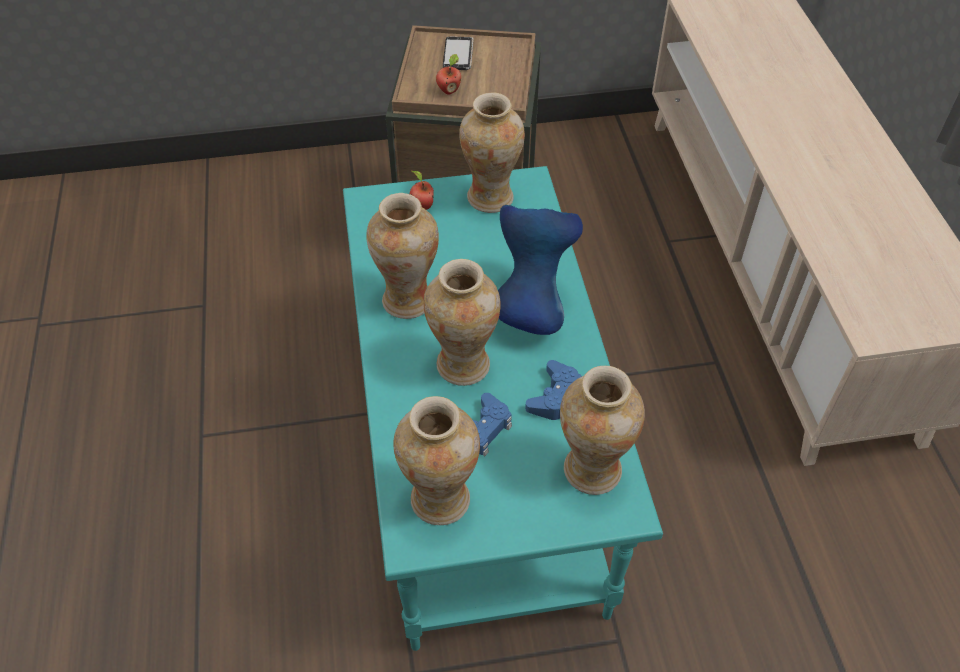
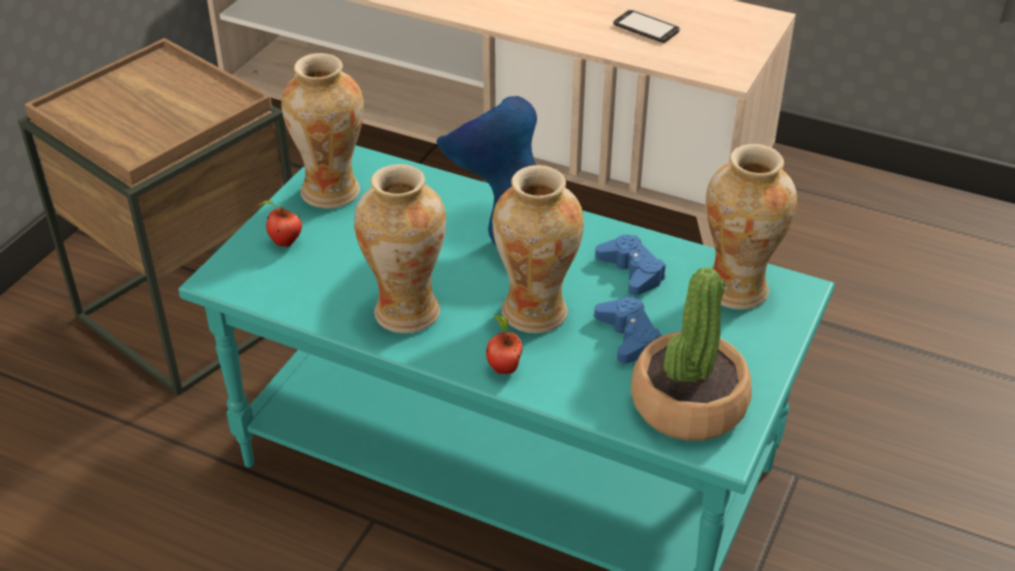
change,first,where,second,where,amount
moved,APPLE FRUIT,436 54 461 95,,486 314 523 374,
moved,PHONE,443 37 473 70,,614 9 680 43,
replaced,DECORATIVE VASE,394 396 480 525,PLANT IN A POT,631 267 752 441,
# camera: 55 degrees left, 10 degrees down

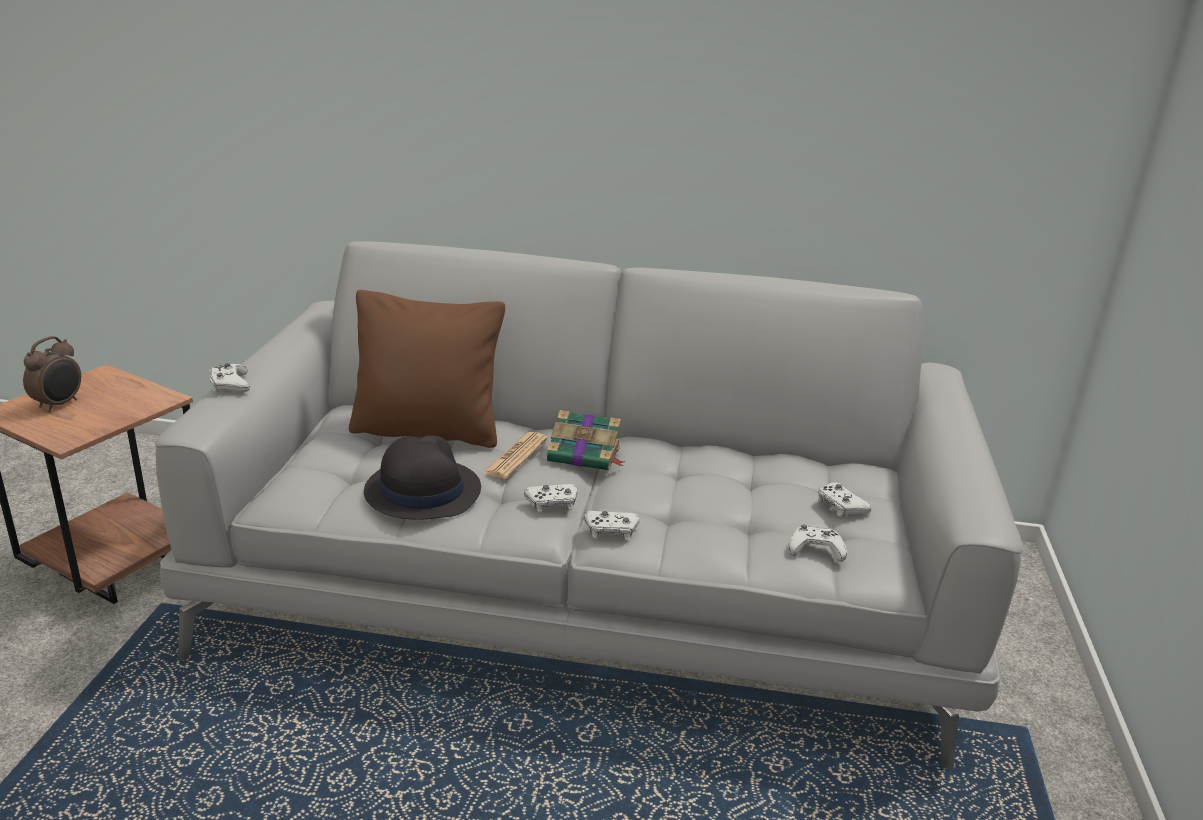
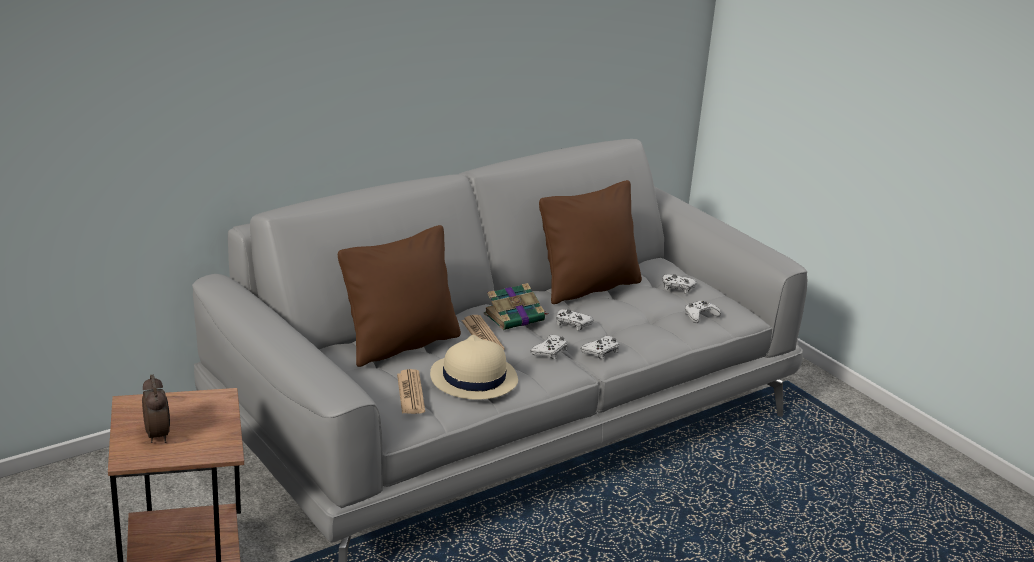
change,first,where,second,where,amount
added,,,PRINTED PAPER,397 369 425 414,
added,,,BROWN CUSHION,539 180 642 304,
moved,WHITE JOYPAD,209 363 250 392,,556 309 594 331,
recoloured,BLACK-COLOURED WEARABLE HAT,364 435 481 520,SAND-COLOURED WEARABLE HAT,430 335 518 400,
# camera: 45 degrees left, 0 degrees up

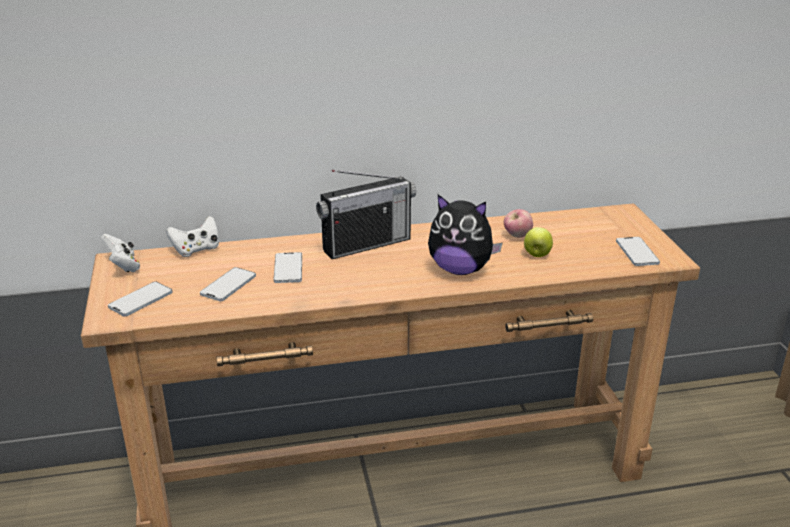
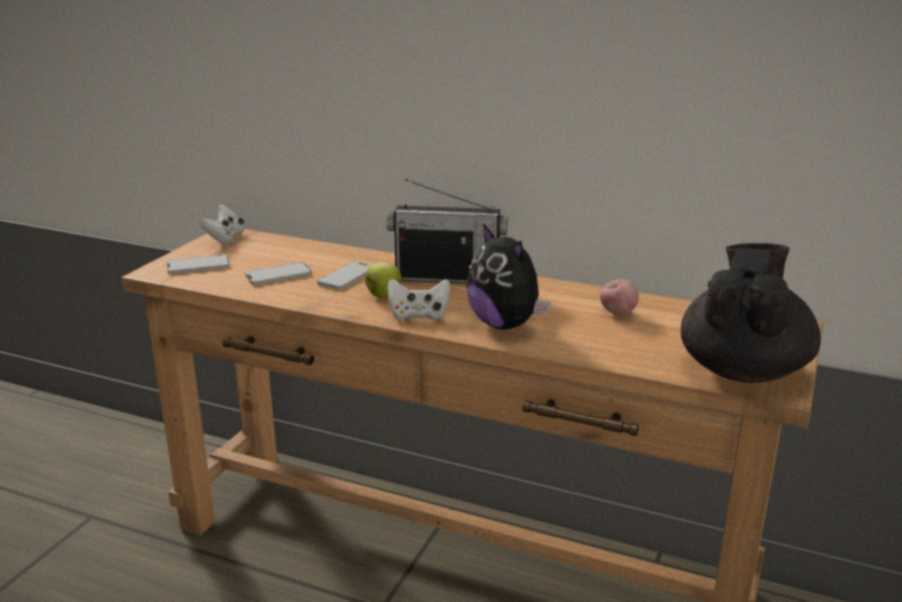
change,first,where,second,where,amount
moved,WHITE JOYPAD,166 216 219 257,,387 279 451 320,
moved,APPLE FRUIT,524 227 553 257,,365 262 402 298,
replaced,PHONE,616 237 660 266,BLACK-COLOURED TEA POT,681 243 821 383,
# camera: 35 degrees right, 5 degrees down

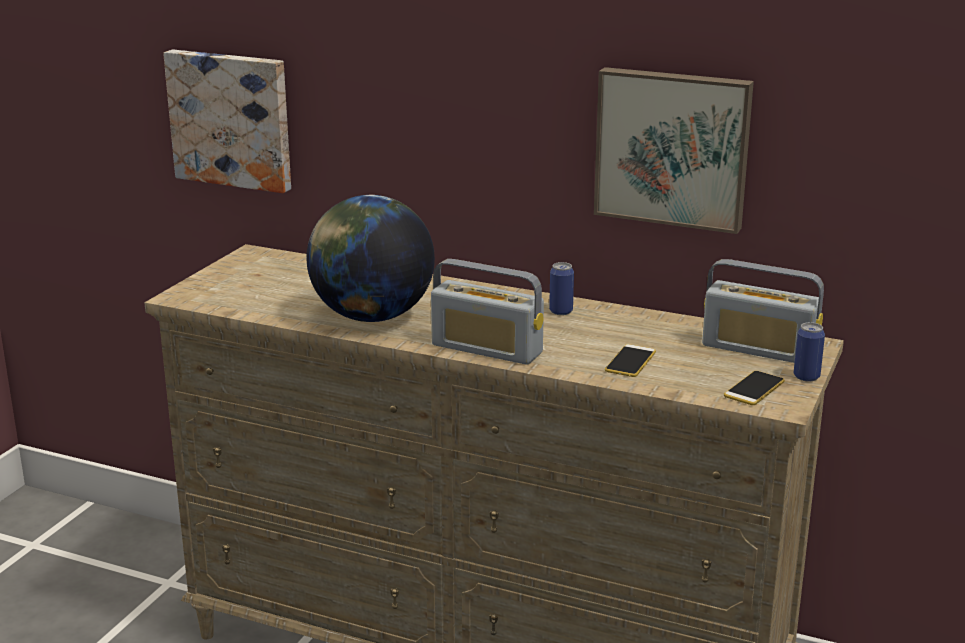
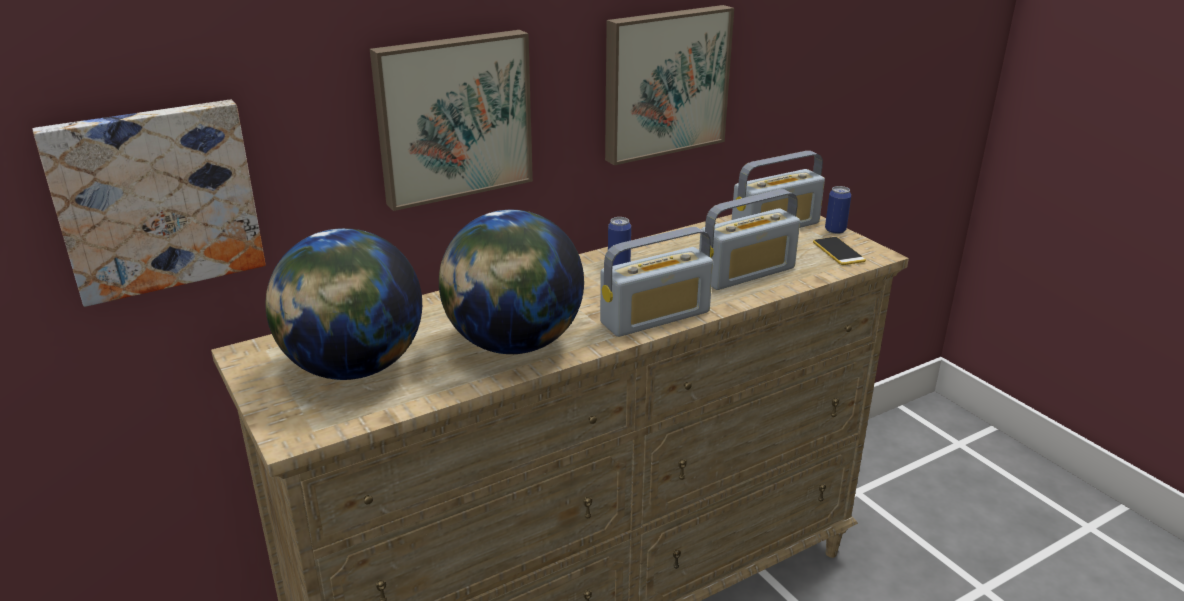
change,first,where,second,where,amount
added,,,DESK GLOBE,266 228 422 380,
added,,,WALL PICTURE,370 30 533 211,
replaced,PHONE,605 344 656 377,RADIO SET,699 189 800 290,
# camera: 55 degrees left, 5 degrees up

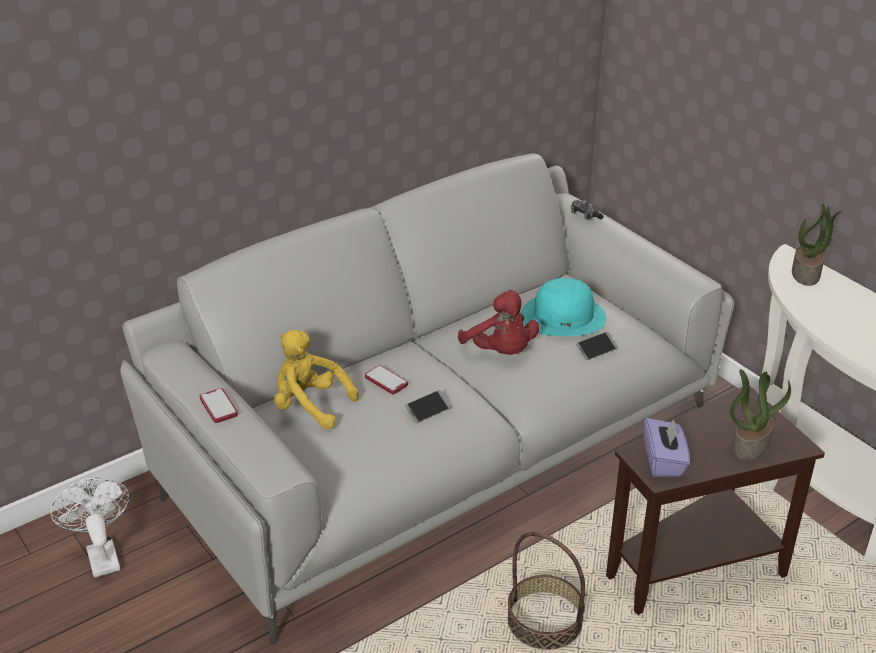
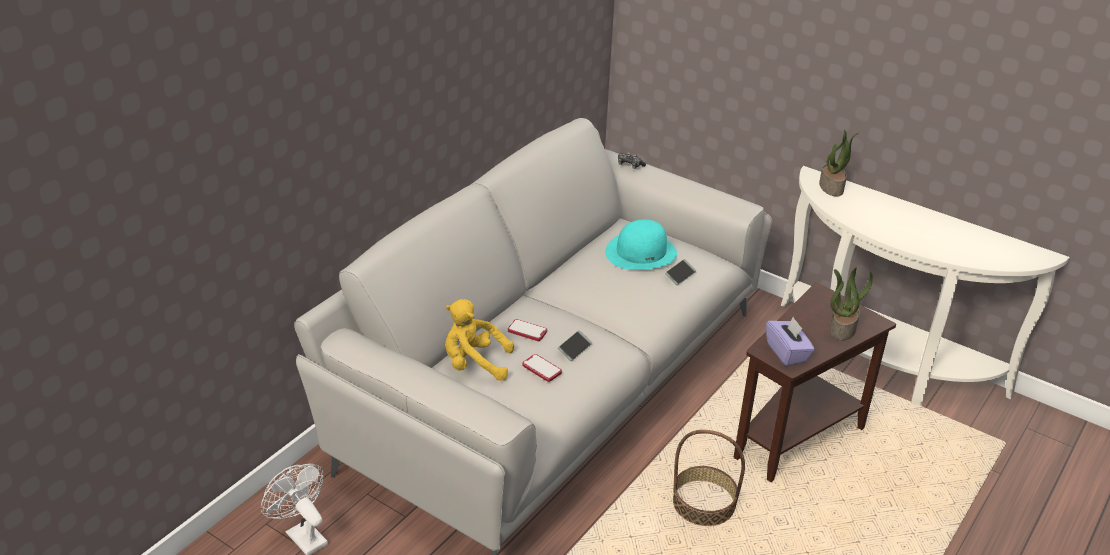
change,first,where,second,where,amount
removed,RED-COLOURED PLUSH TOY,458 290 539 355,,,
moved,PHONE,200 388 238 423,,522 354 562 382,
# camera: 20 degrees left, 0 degrees up

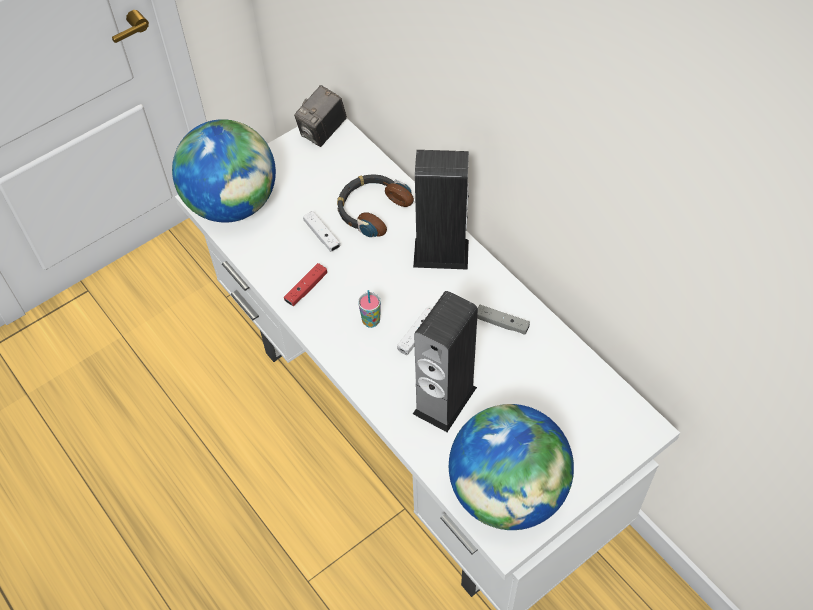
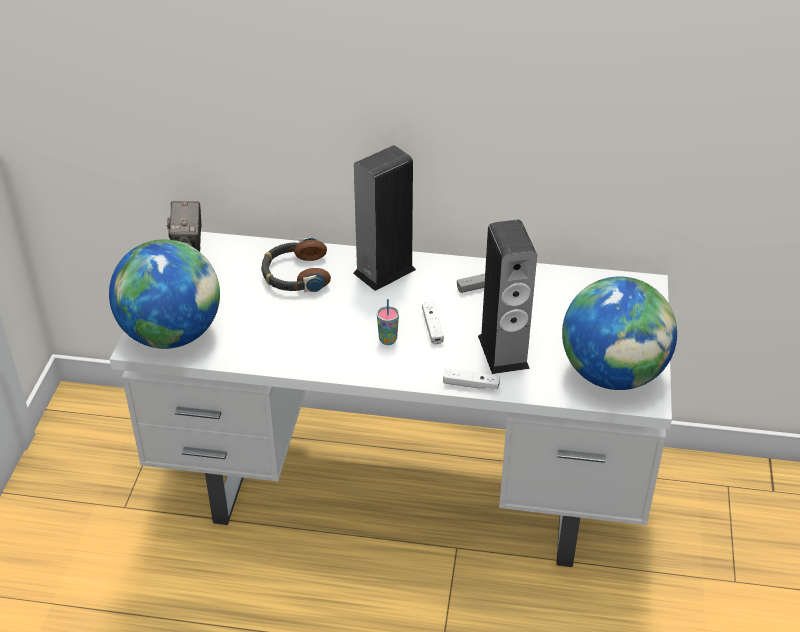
change,first,where,second,where,amount
removed,RED-COLOURED JOYPAD,284 263 327 306,,,
moved,WHITE JOYPAD,303 211 341 252,,443 369 500 390,
# camera: 45 degrees left, 15 degrees down

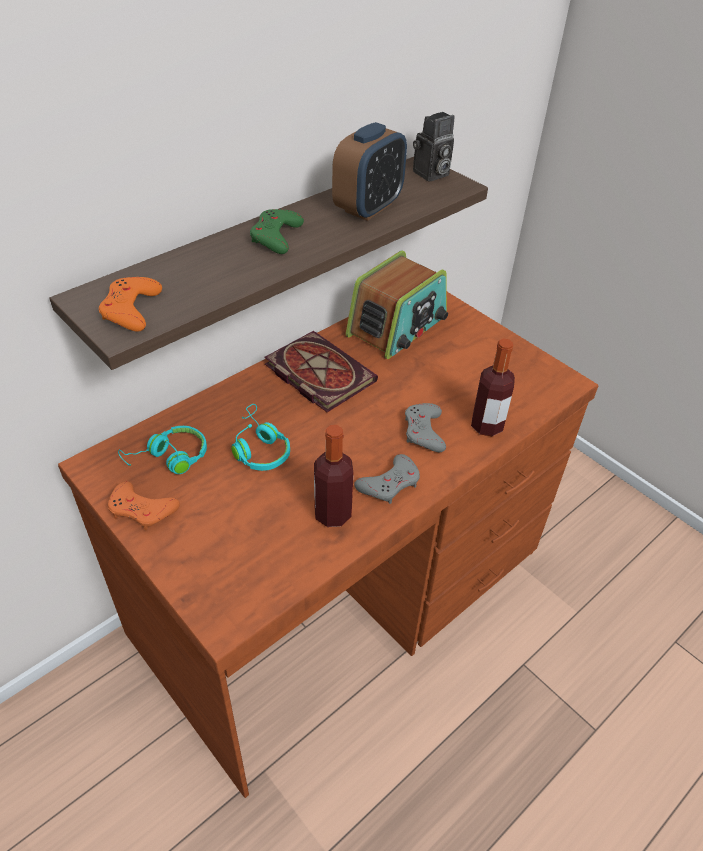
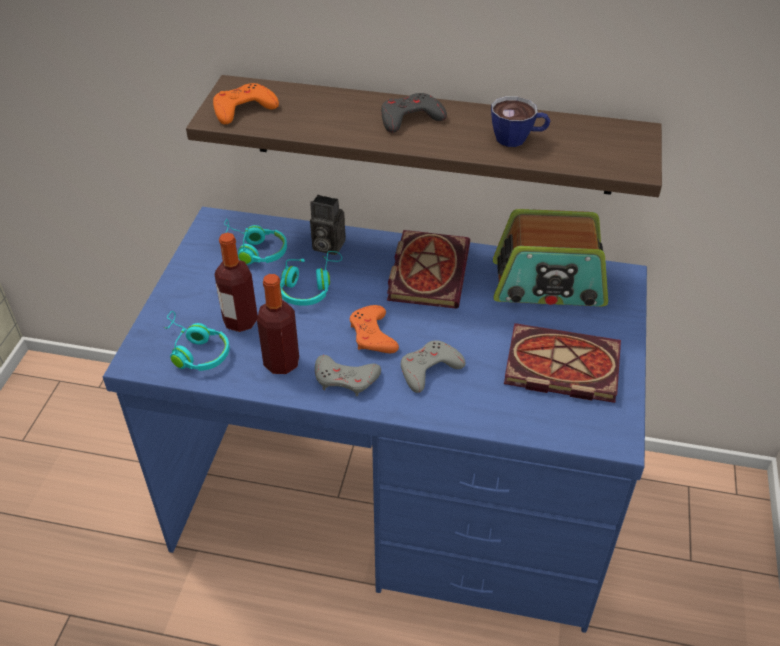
change,first,where,second,where,amount
added,,,TURQUOISE PAIR OF HEADPHONES,165 311 230 371,
added,,,BOUND BOOK,504 323 621 403,
moved,ORANGE JOYPAD,108 481 180 530,,350 305 399 353,
moved,STILL CAMERA,413 112 454 181,,310 195 346 255,
moved,BEVERAGE BOTTLE,471 338 515 436,,214 233 258 332,
replaced,BEDSIDE CLOCK,332 122 407 221,CUP,491 96 550 147,
recoloured,BROWN DESK,58 292 598 798,BLUISH DESK,103 207 647 633,
recoloured,GREENISH JOYPAD,250 209 304 254,GREYISH JOYPAD,381 93 447 133,
# camera: 55 degrees right, 0 degrees up

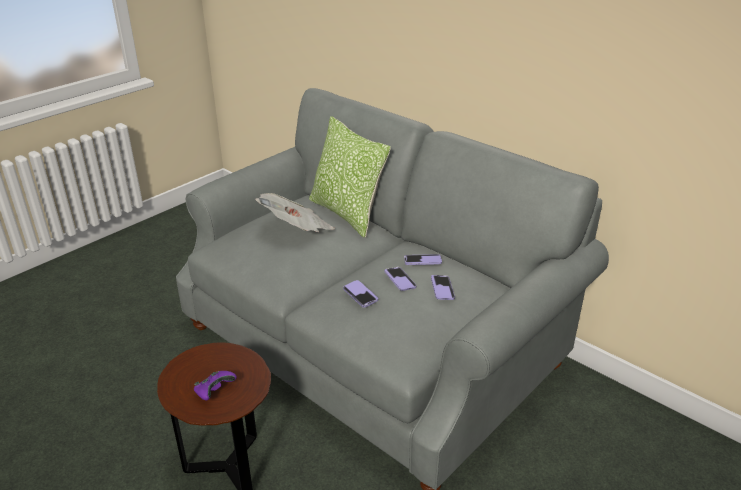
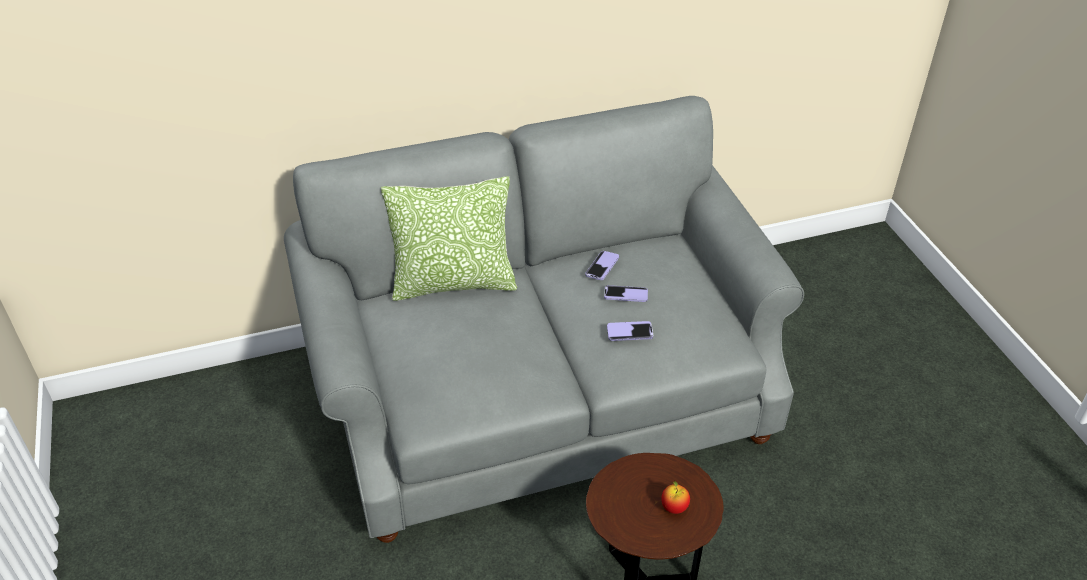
change,first,where,second,where,amount
removed,PRINTED PAPER,255 193 335 232,,,
removed,PHONE,431 275 455 300,,,
replaced,PURPLE-COLOURED JOYPAD,194 371 237 400,APPLE FRUIT,661 481 690 514,
# camera: 60 degrees left, 10 degrees up

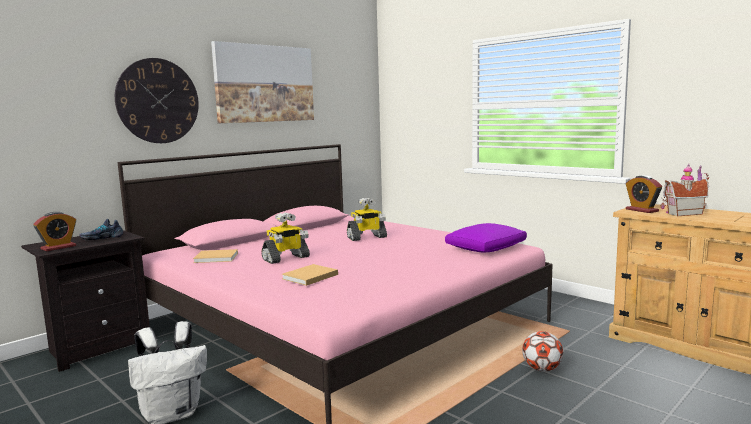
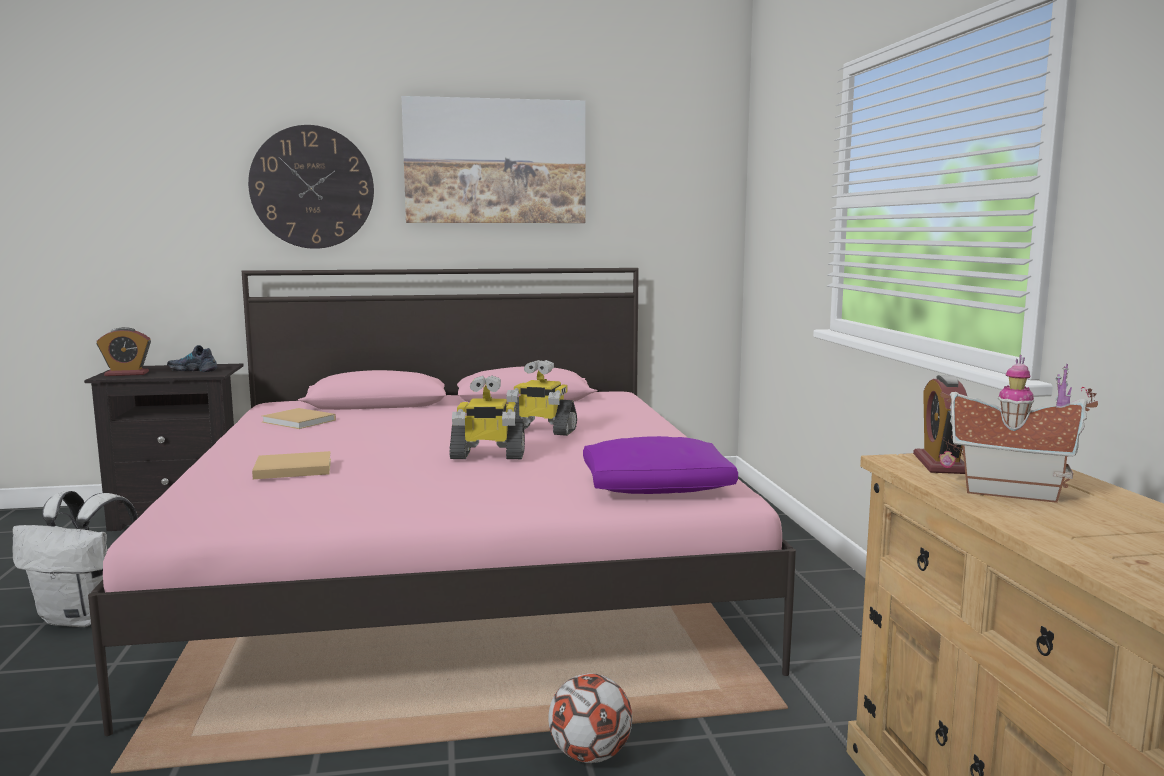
change,first,where,second,where,amount
moved,MODEL ROBOT,261 212 310 264,,449 375 525 459,
# camera: 35 degrees right, 0 degrees up

